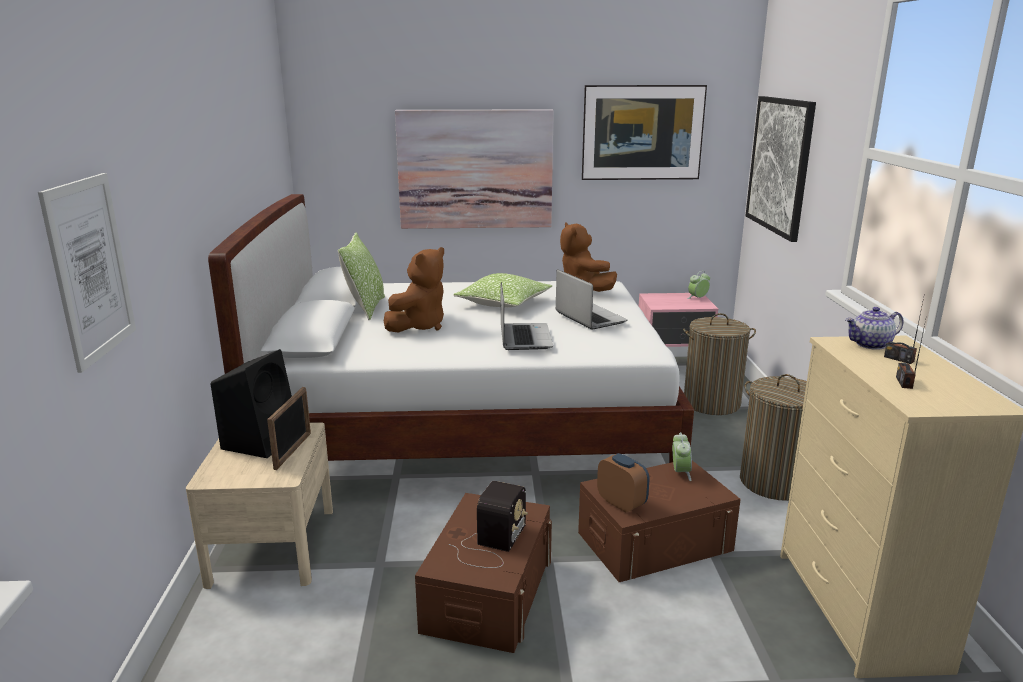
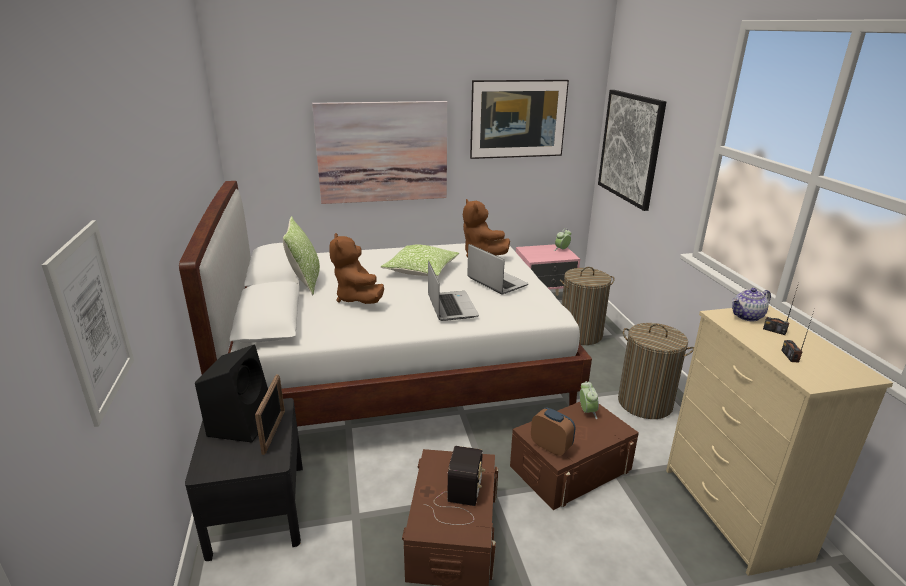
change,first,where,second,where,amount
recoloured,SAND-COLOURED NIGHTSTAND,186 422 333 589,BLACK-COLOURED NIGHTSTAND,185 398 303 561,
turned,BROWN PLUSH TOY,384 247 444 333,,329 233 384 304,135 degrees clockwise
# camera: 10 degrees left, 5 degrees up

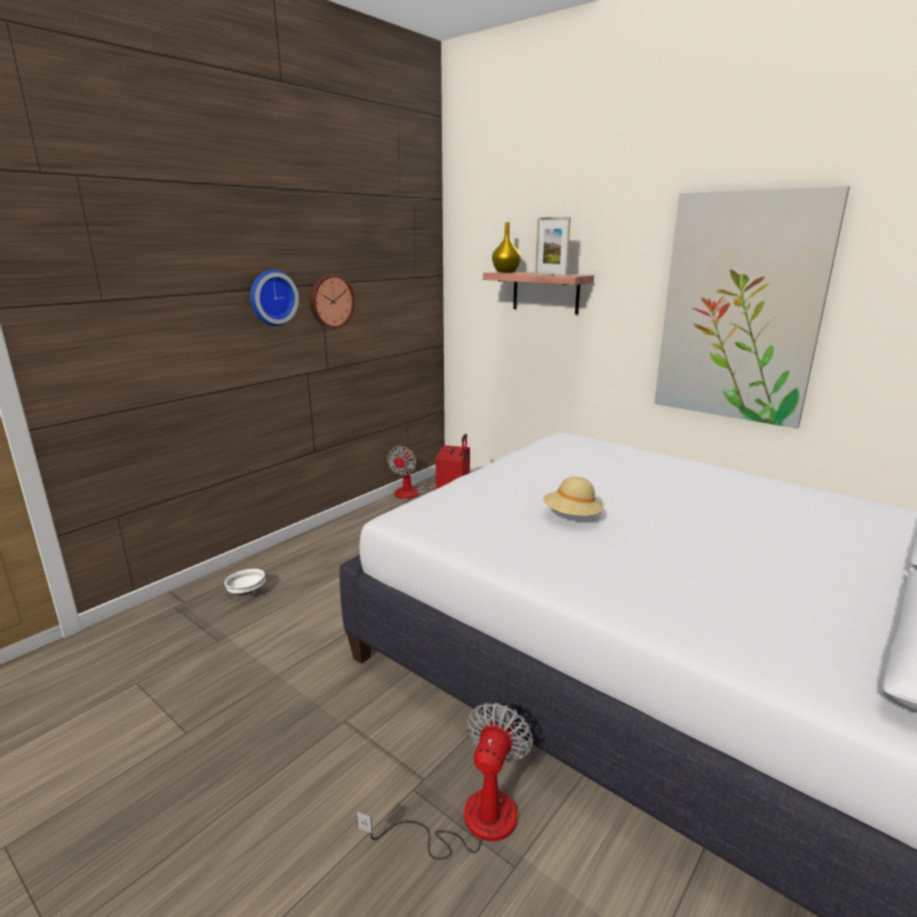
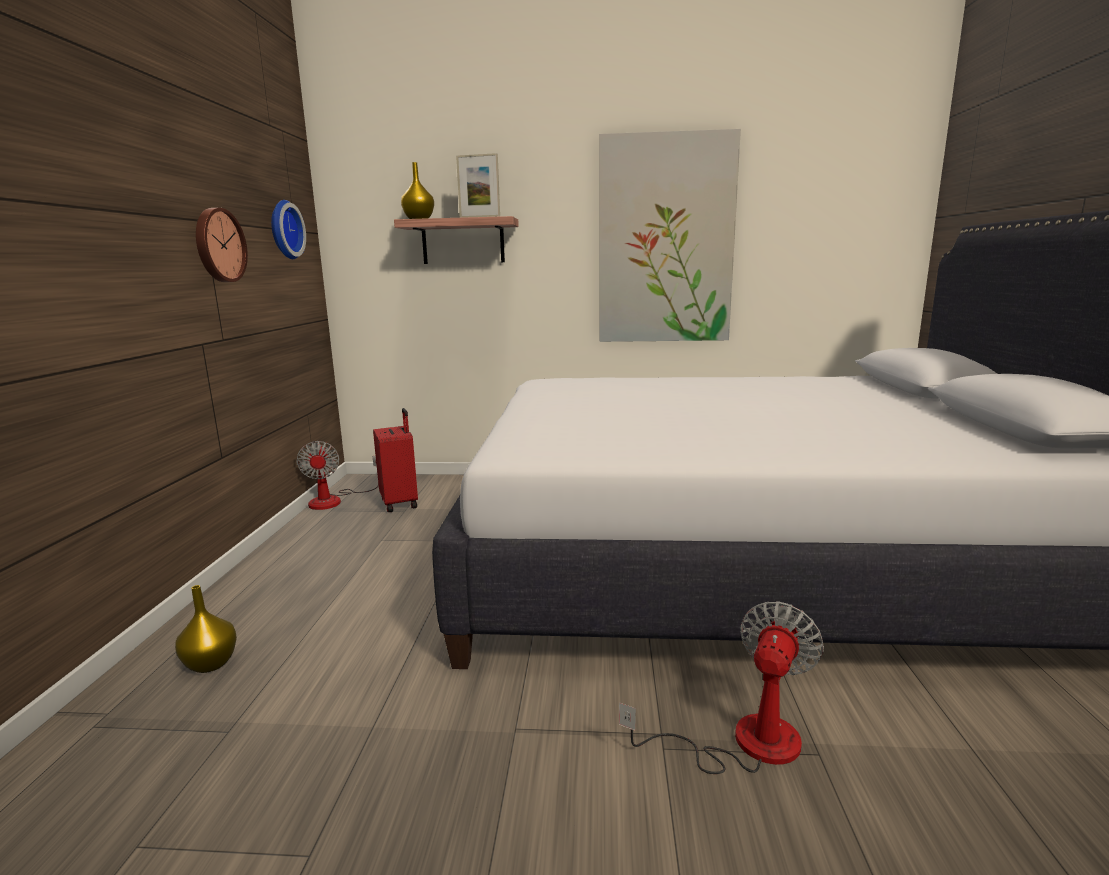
change,first,where,second,where,amount
removed,SAND-COLOURED WEARABLE HAT,543 477 604 516,,,
moved,HANGING CLOCK,250 270 299 326,,271 200 306 259,
replaced,WHITE DEEP DISH,224 569 266 597,YELLOW DECORATIVE VASE,175 585 237 673,
turned,COOLING FAN,356 702 533 860,,619 601 824 774,45 degrees clockwise
# camera: 35 degrees left, 5 degrees down

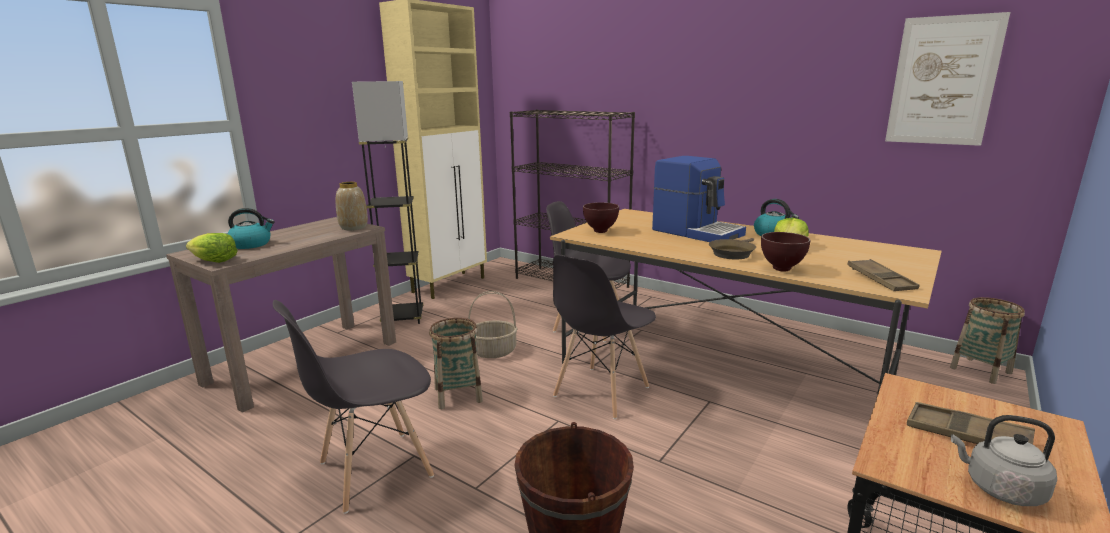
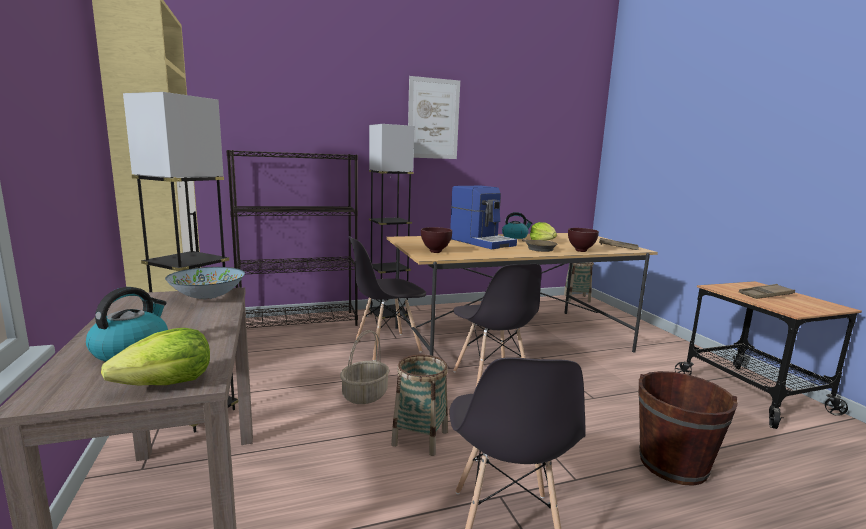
change,first,where,second,where,amount
removed,GREYISH WATER KETTLE,951 415 1057 506,,,
added,,,GREYISH STANDARD LAMP,369 124 414 323,
moved,WALL PICTURE,885 12 1010 146,,408 76 460 159,
replaced,DECORATIVE VASE,336 182 368 230,DEEP DISH,165 267 245 299,
turned,COFFEE MACHINE,652 156 746 242,,450 186 517 249,60 degrees clockwise
# camera: 55 degrees left, 5 degrees down

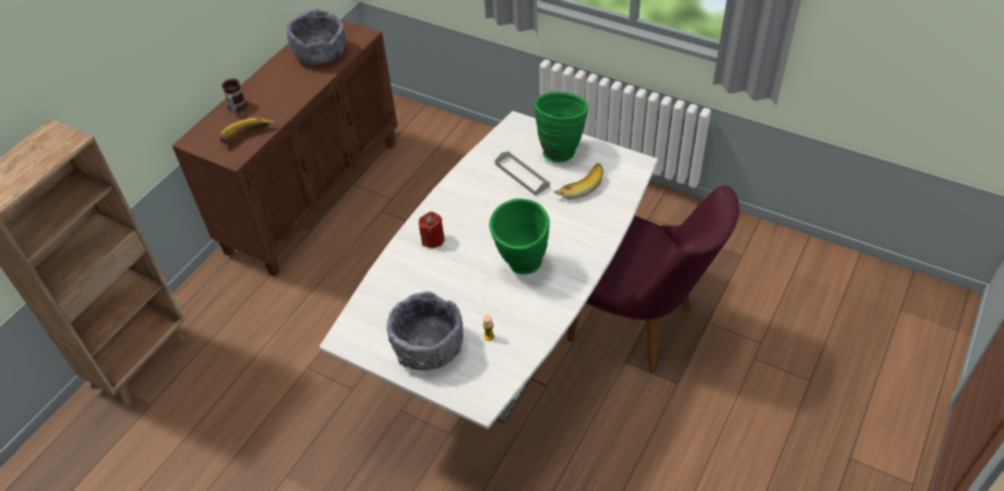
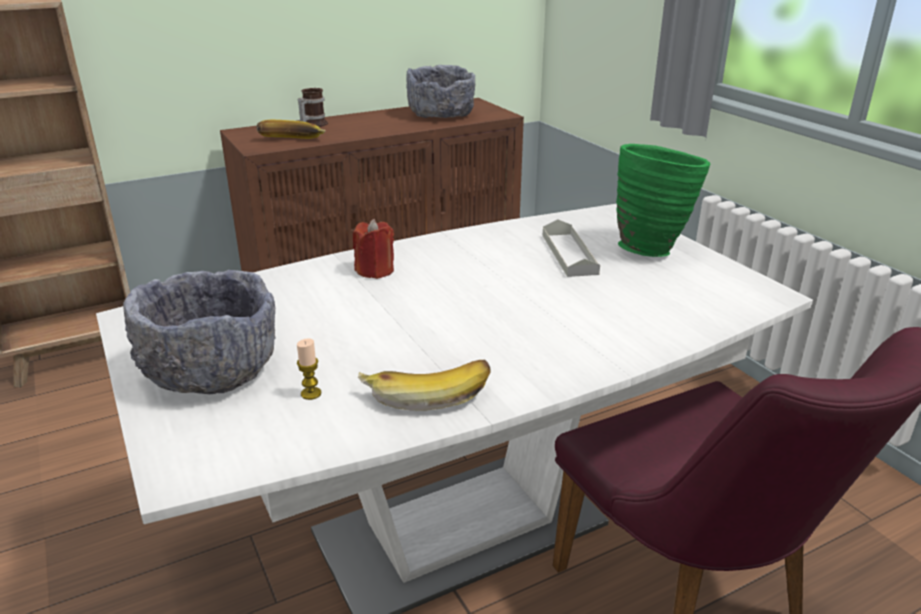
change,first,where,second,where,amount
removed,GREENISH DECORATIVE VASE,489 198 550 274,,,
moved,WHOLE BANANA,553 163 603 199,,358 360 491 411,
# camera: 30 degrees right, 20 degrees down

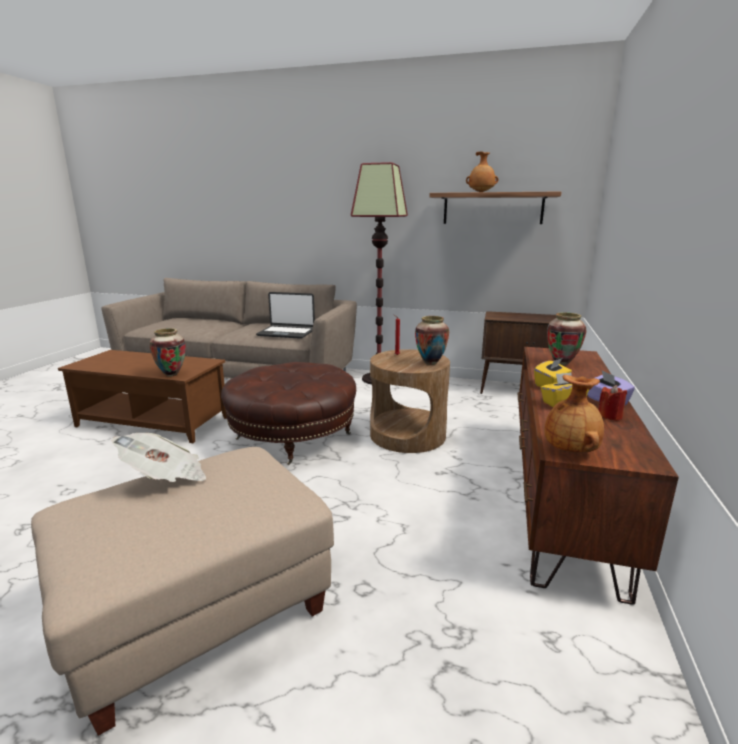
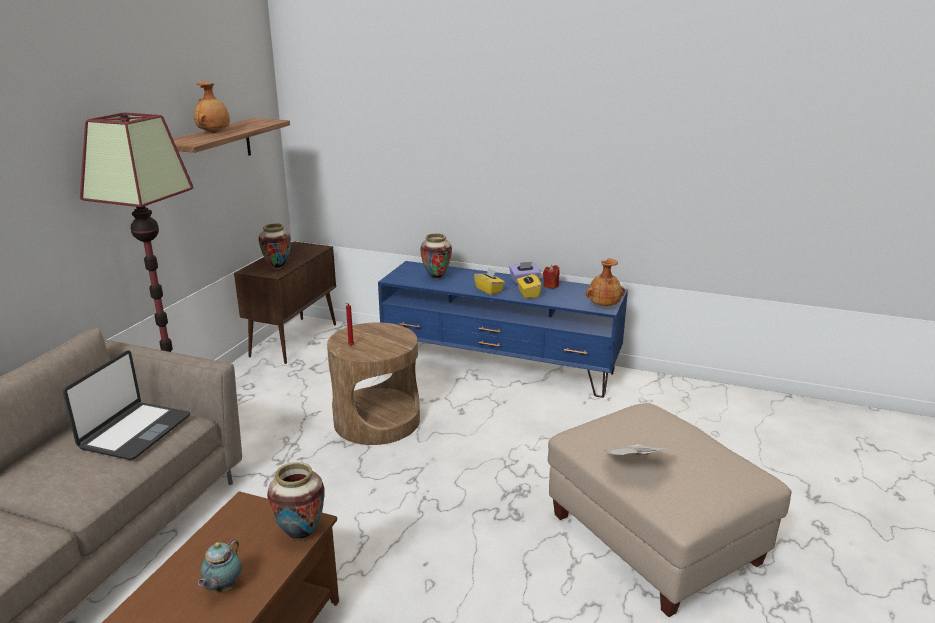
change,first,where,second,where,amount
removed,BROWN POUFFE,221 362 356 465,,,
added,,,TEA POT,198 537 242 592,
moved,DECORATIVE VASE,415 316 449 365,,259 224 291 269,
recoloured,BROWN MEDIA CONSOLE,517 347 679 605,BLUISH MEDIA CONSOLE,378 261 628 398,
# camera: 85 degrees left, 5 degrees up

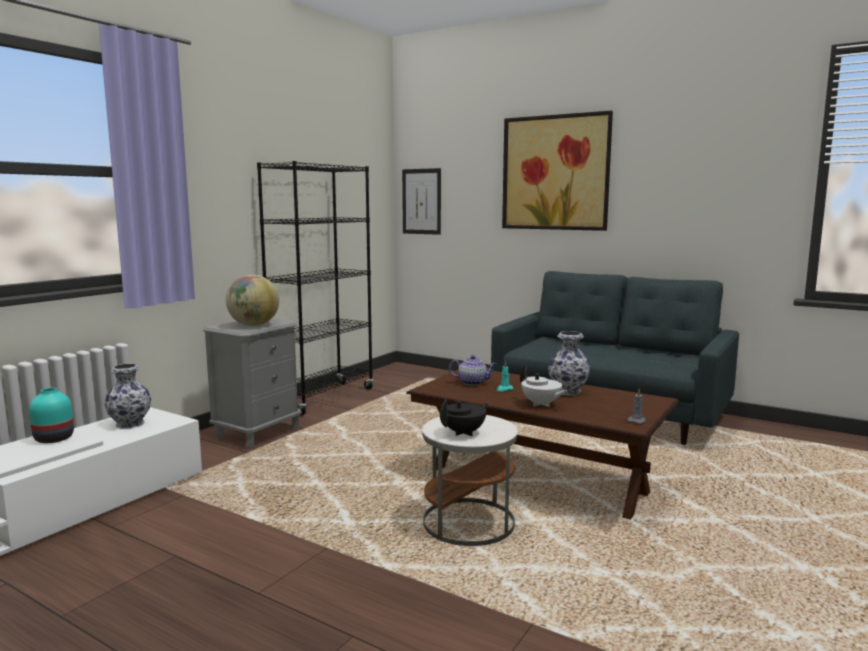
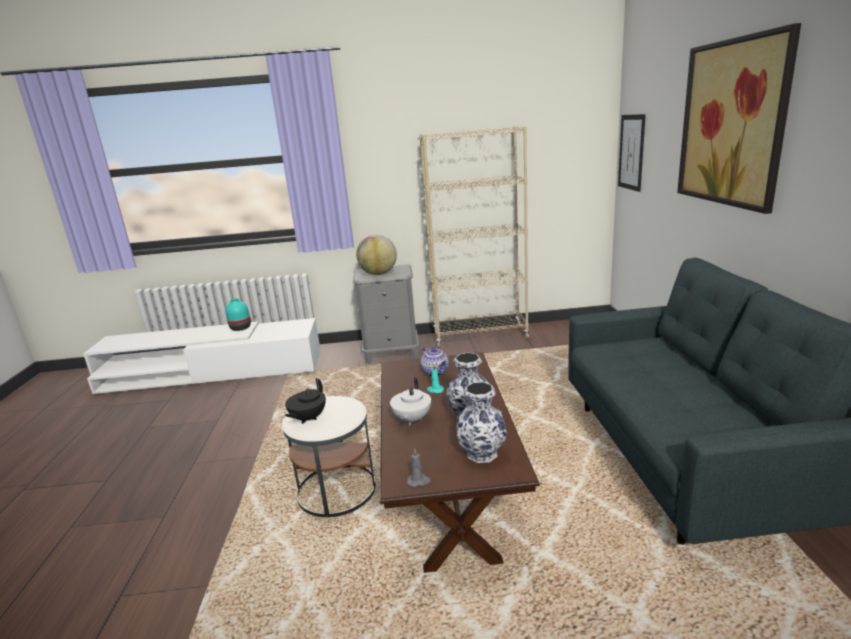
change,first,where,second,where,amount
moved,DECORATIVE VASE,105 364 151 429,,456 382 507 463,
recoloured,BLACK-COLOURED SHELVING UNIT,257 161 374 416,SAND-COLOURED SHELVING UNIT,419 126 529 348,
turned,BLACK-COLOURED TEA POT,440 399 488 436,,285 378 326 424,105 degrees clockwise
# camera: 55 degrees right, 10 degrees up

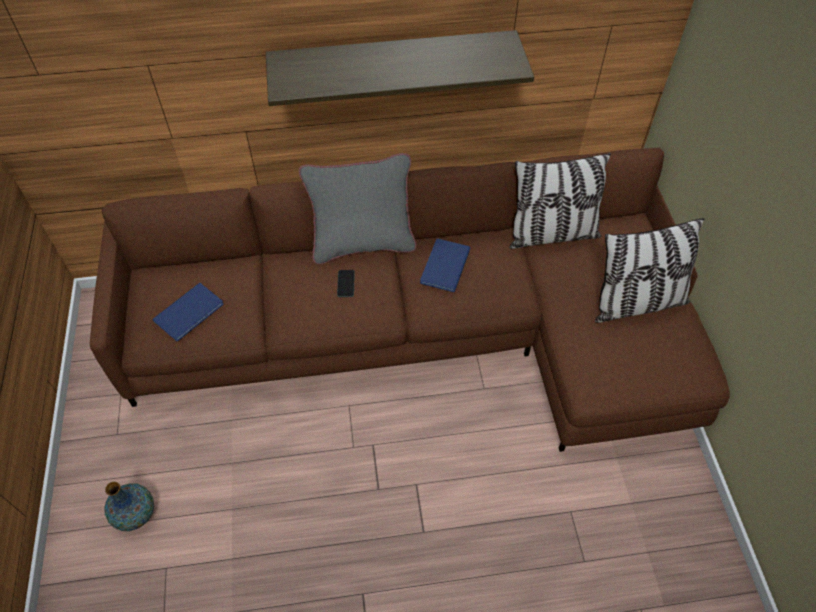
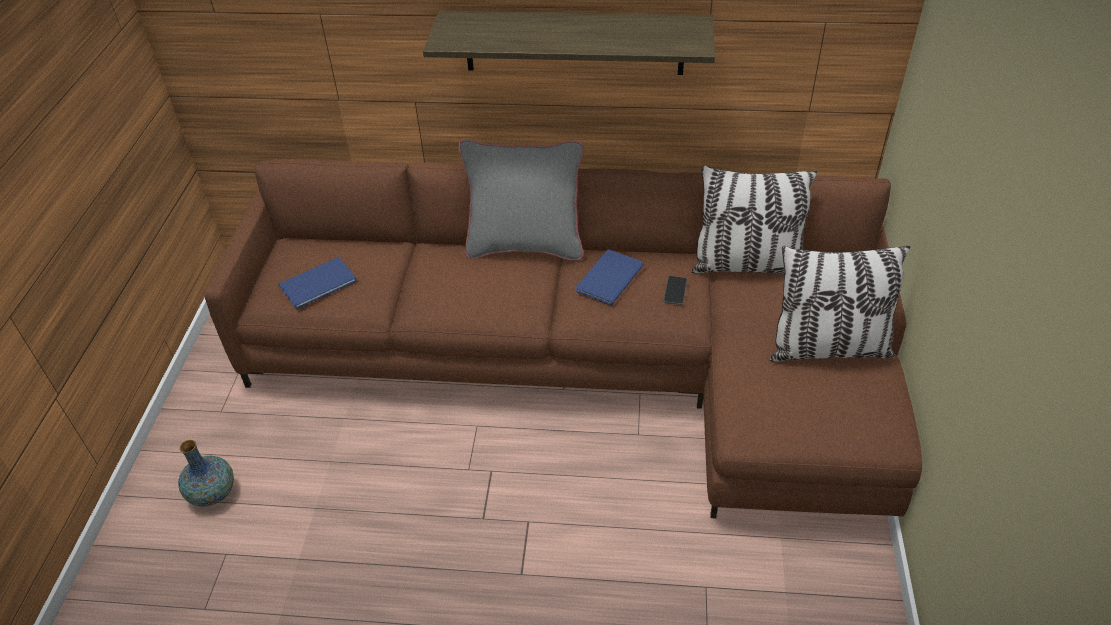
change,first,where,second,where,amount
moved,PHONE,337 270 355 297,,664 276 687 305,
# camera: 15 degrees right, 10 degrees down

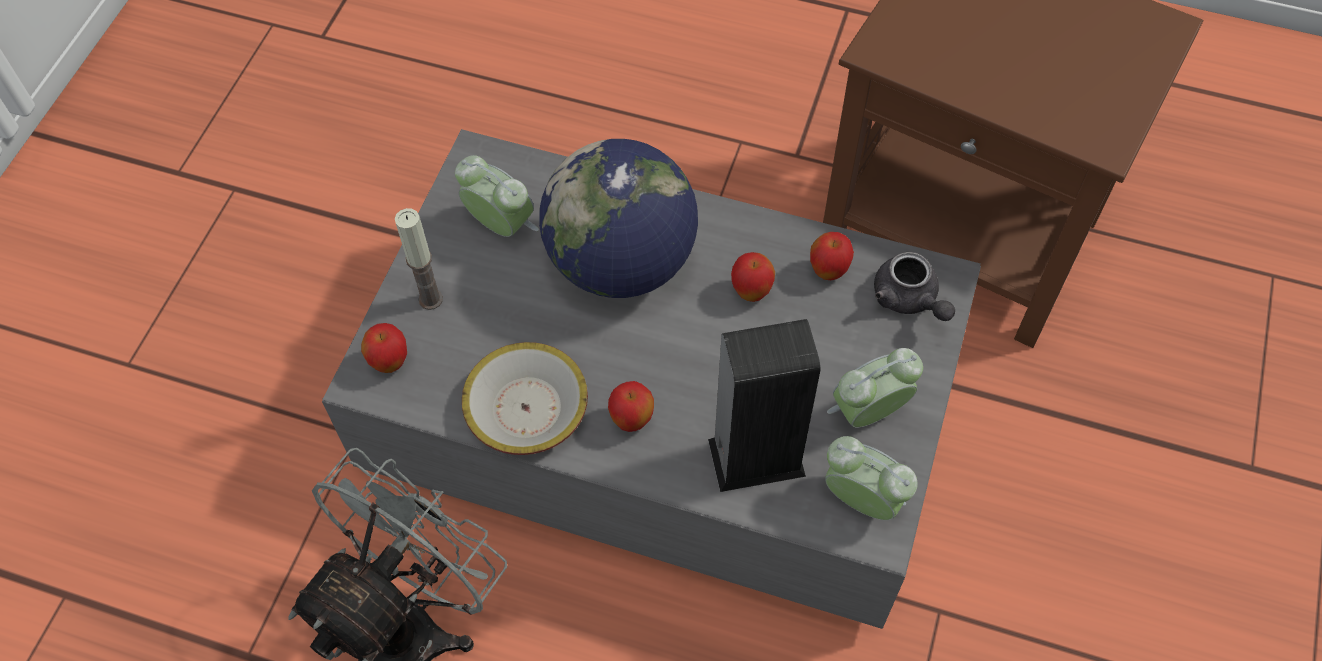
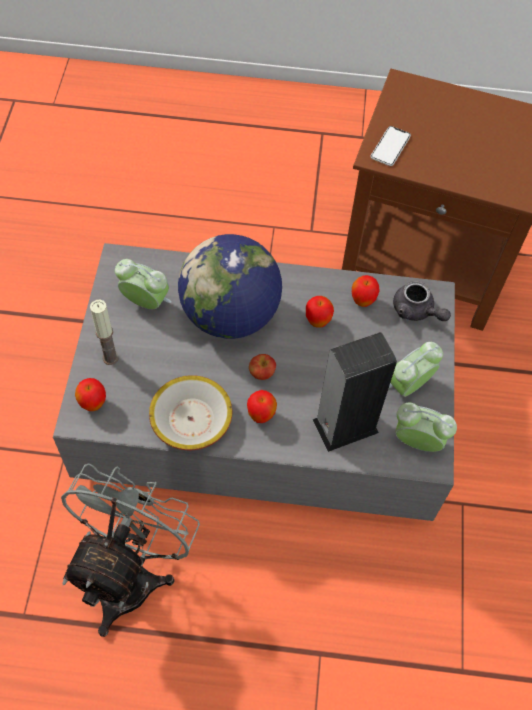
change,first,where,second,where,amount
added,,,APPLE FRUIT,249 354 276 380,
added,,,PHONE,370 126 411 166,
# camera: 15 degrees left, 0 degrees up

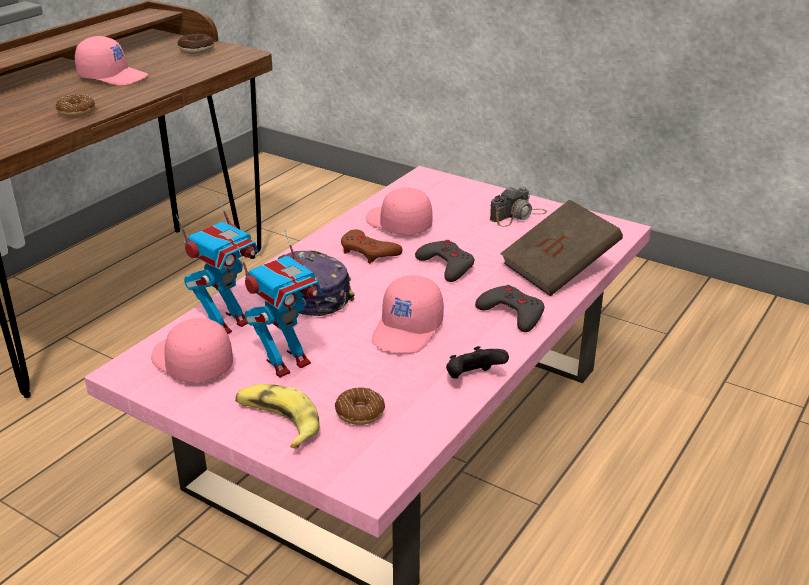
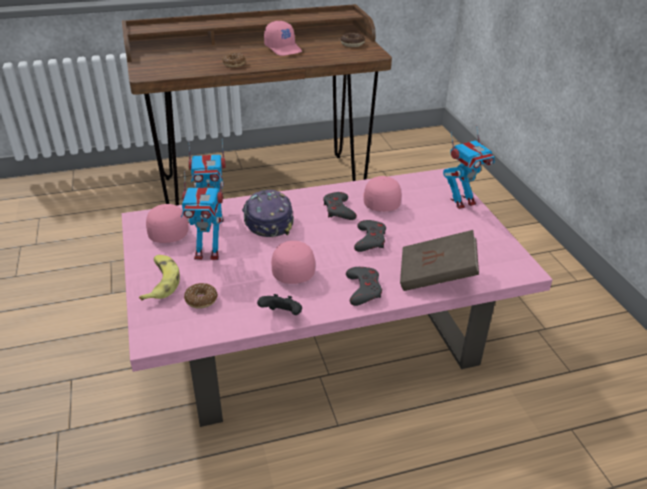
change,first,where,second,where,amount
removed,STILL CAMERA,490 186 547 227,,,
added,,,MODEL ROBOT,443 125 495 209,
recoloured,BROWN JOYPAD,341 230 403 263,GREYISH JOYPAD,323 192 357 220,
turned,PINK-COLOURED PEAKED CAP,372 275 444 353,,271 241 315 284,105 degrees clockwise
# camera: 40 degrees right, 5 degrees up

